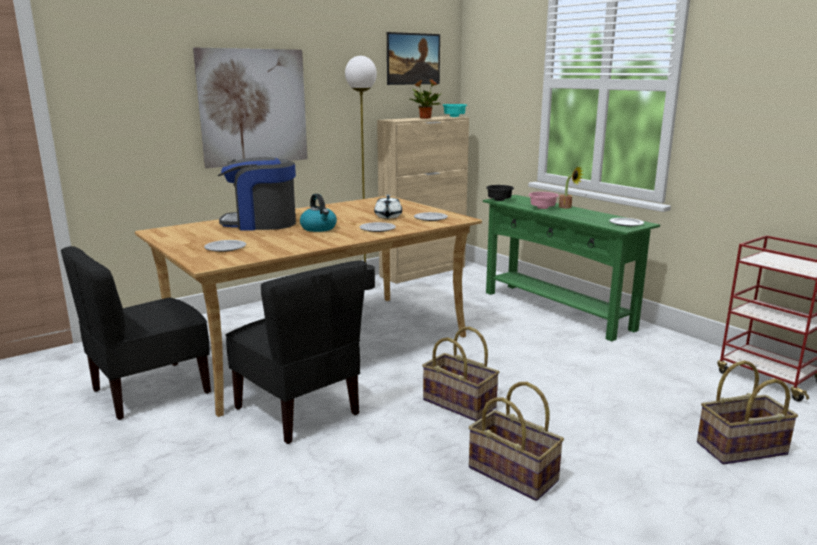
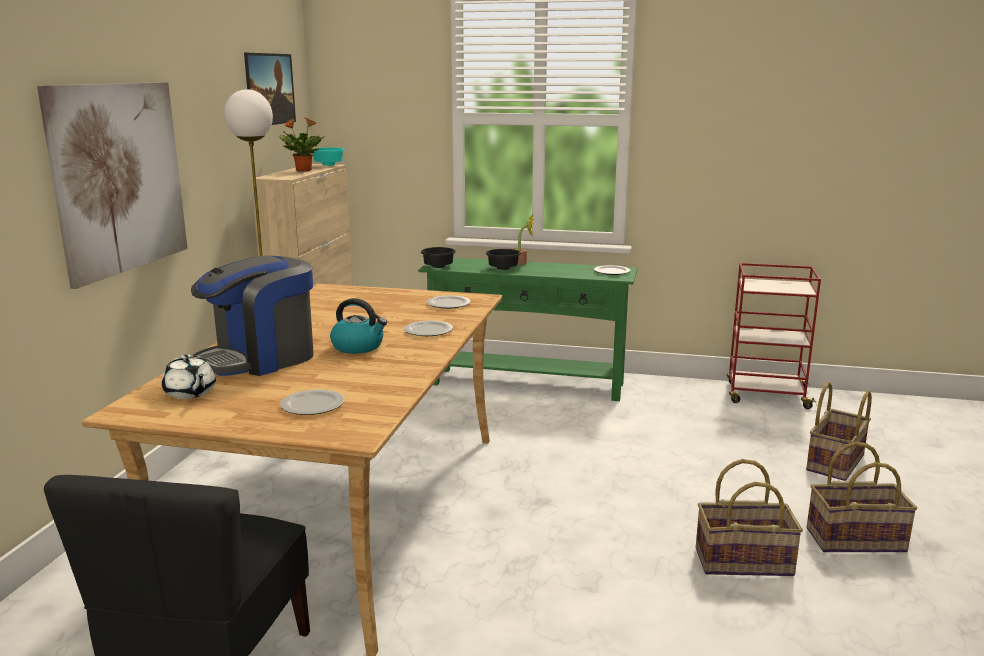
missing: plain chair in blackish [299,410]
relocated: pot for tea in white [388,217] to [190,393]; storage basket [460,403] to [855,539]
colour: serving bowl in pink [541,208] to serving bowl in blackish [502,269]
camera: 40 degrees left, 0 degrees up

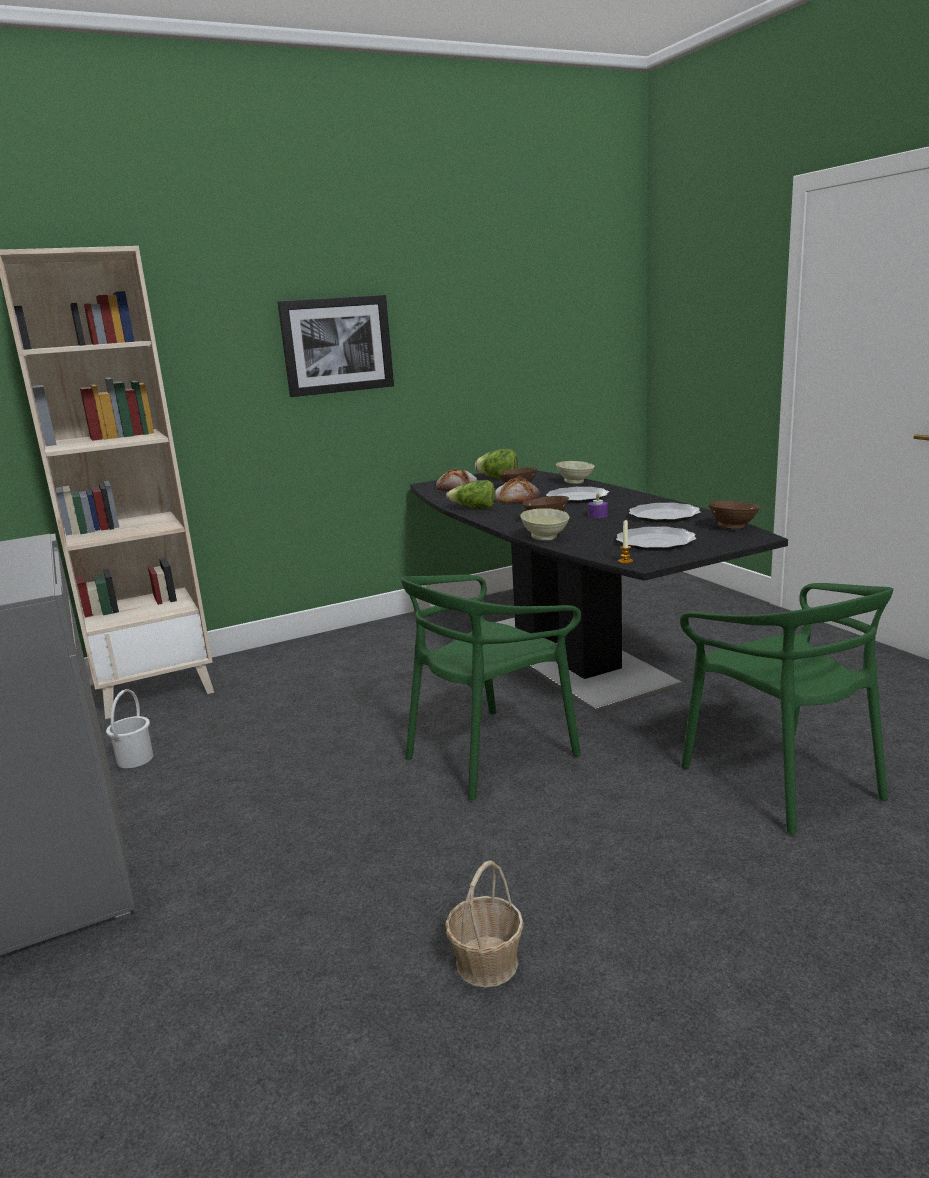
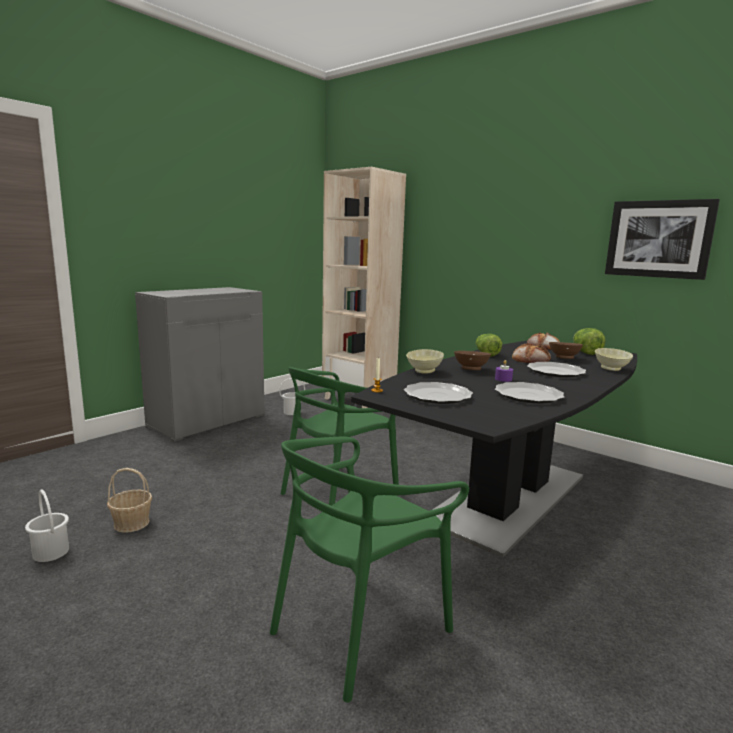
missing: serving bowl in brown-coloured [733,527]
appeared: water bucket in white [51,552]
relocated: picture [337,345] to [658,239]
spun: plain chair in green-coloured [490,753] = [338,491] 75 degrees counterclockwise
camera: 65 degrees right, 5 degrees down

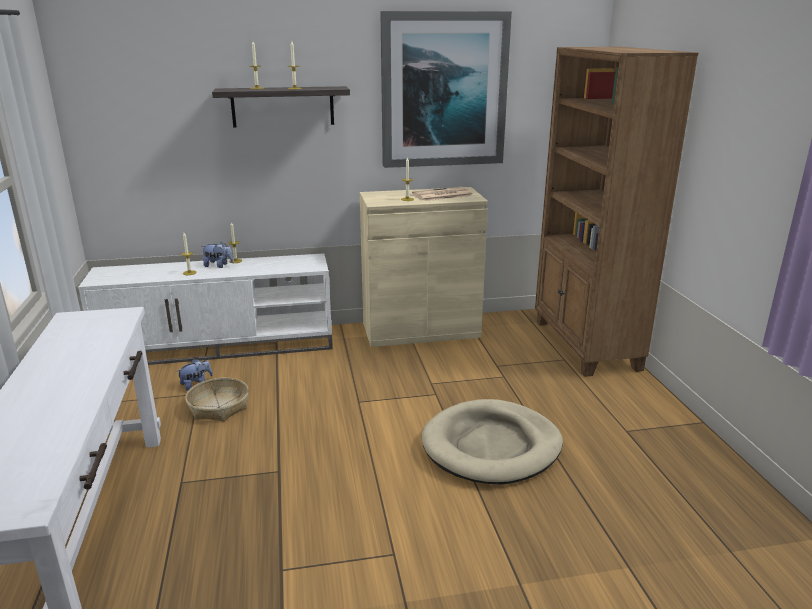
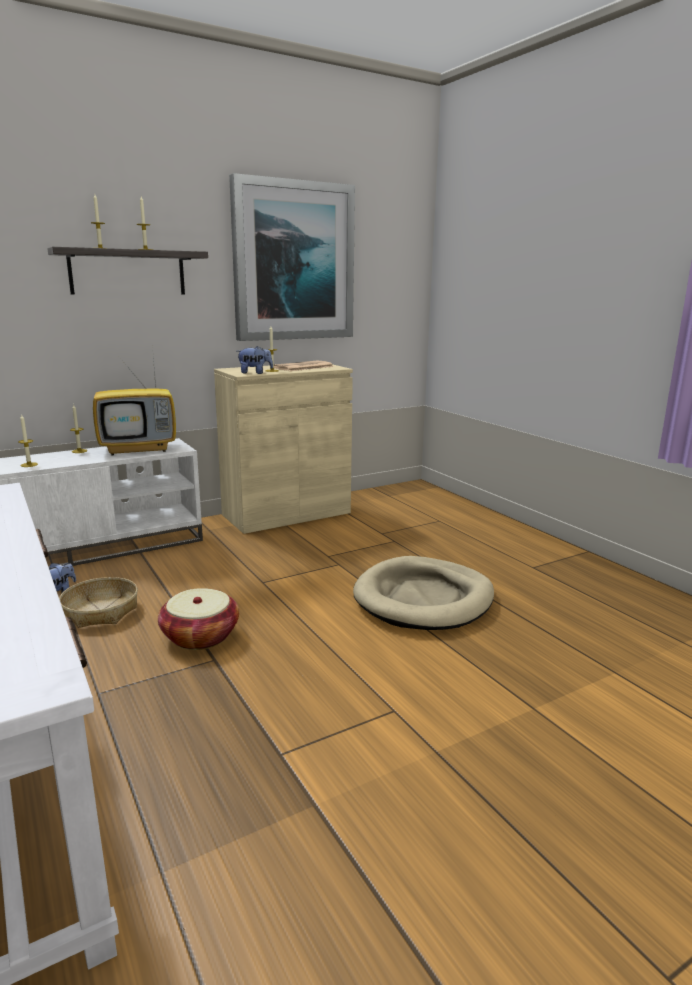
missing: shelving unit in brown-coloured [585,345]
appeared: television [140,449]; storage basket [200,636]
relocated: cuddly toy [218,266] to [255,373]
camera: 20 degrees left, 5 degrees down

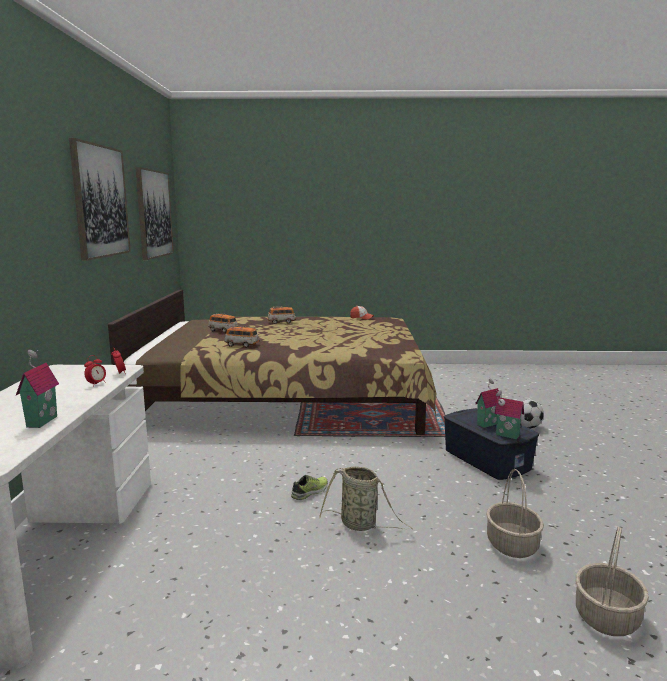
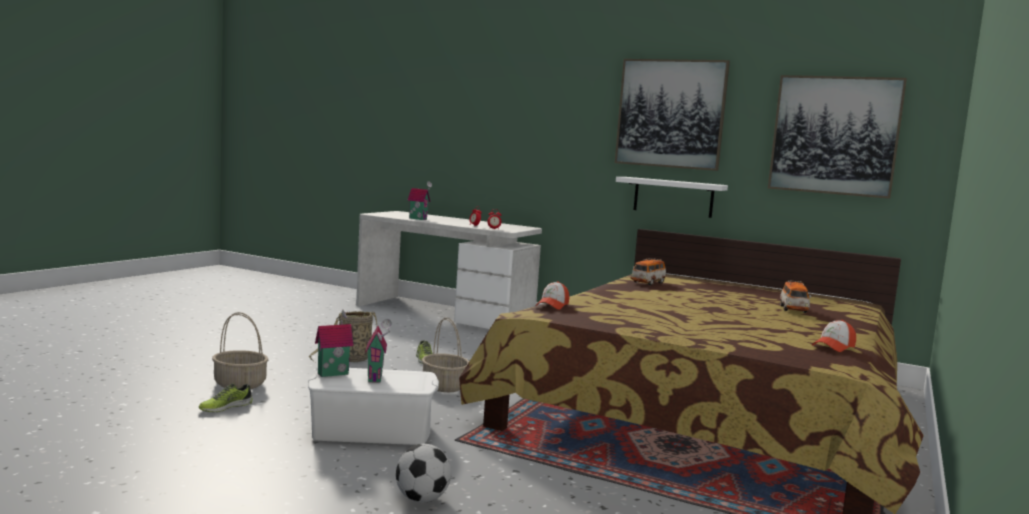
missing: miniature car [223,331]
appeared: low shoe [225,407]; peaked cap [552,305]; shelf in white [673,197]
relocated: storage basket [606,616] to [445,386]
colour: storage container in blue [487,459] to storage container in white [372,431]
camera: 115 degrees right, 5 degrees down

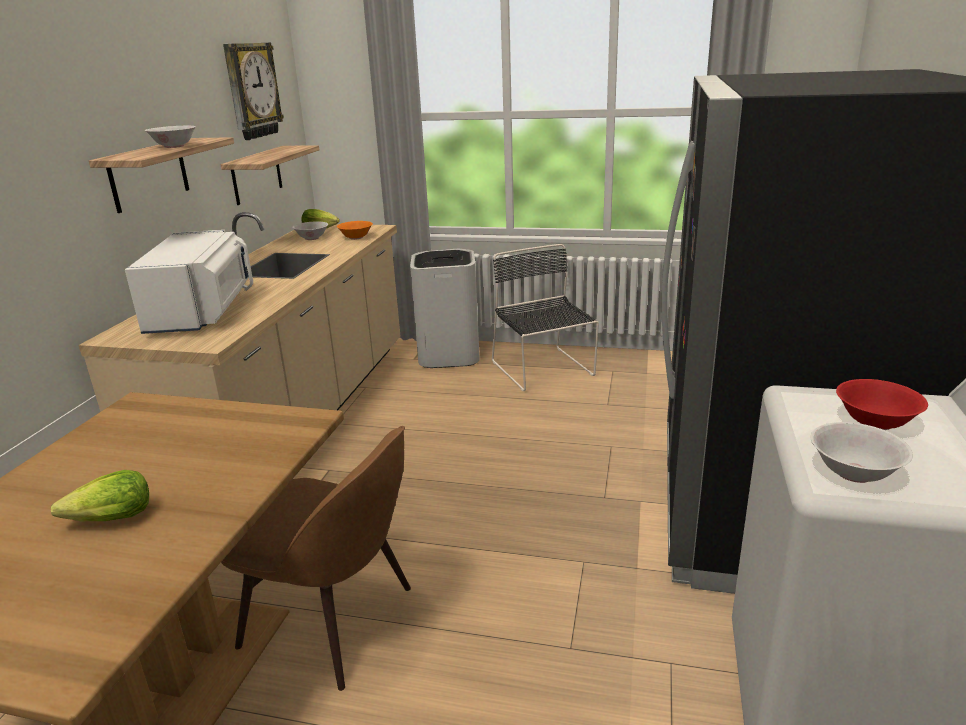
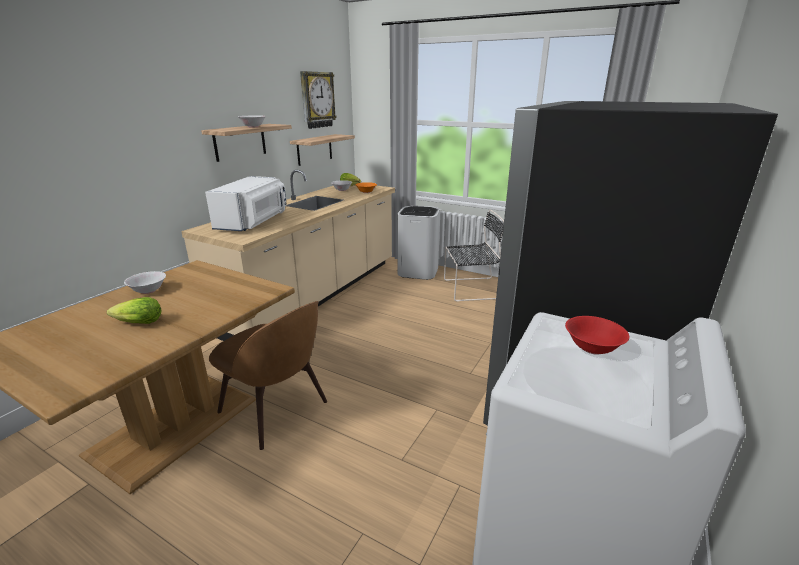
relocated: serving bowl in white [854,473] to [148,291]
spun: plain chair in blackish [543,370] = [471,289] 90 degrees clockwise
camera: 15 degrees right, 0 degrees up

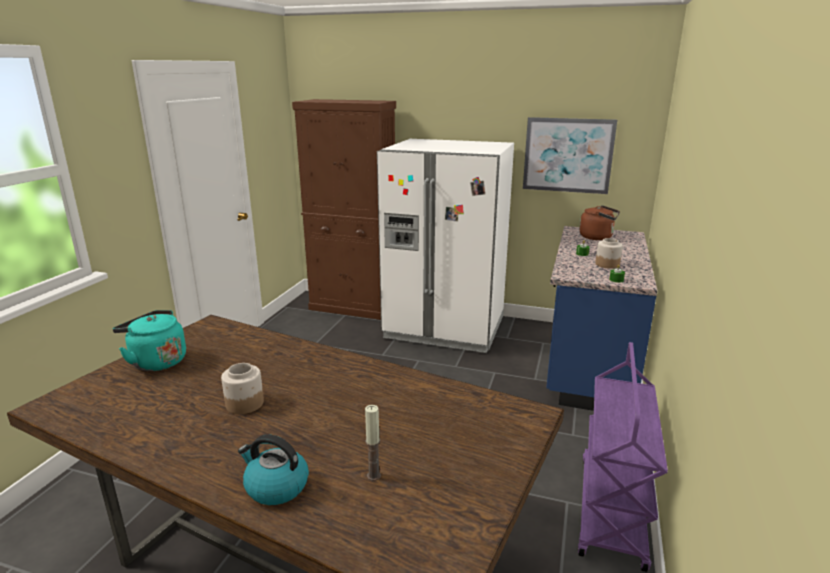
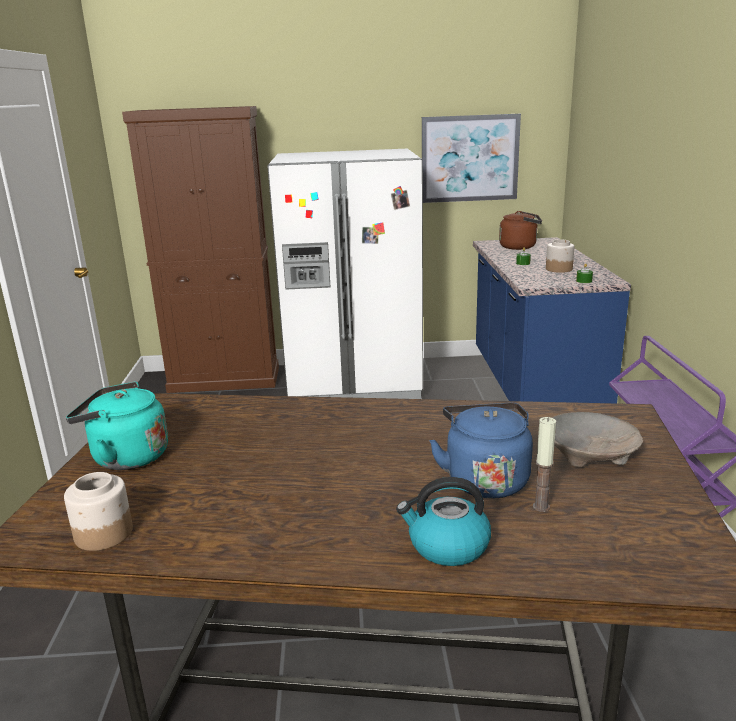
appeared: tea kettle in blue [485,479]; serving bowl in sand-coloured [589,453]
relocated: storage jar [244,404] to [103,534]
camera: 20 degrees left, 0 degrees up

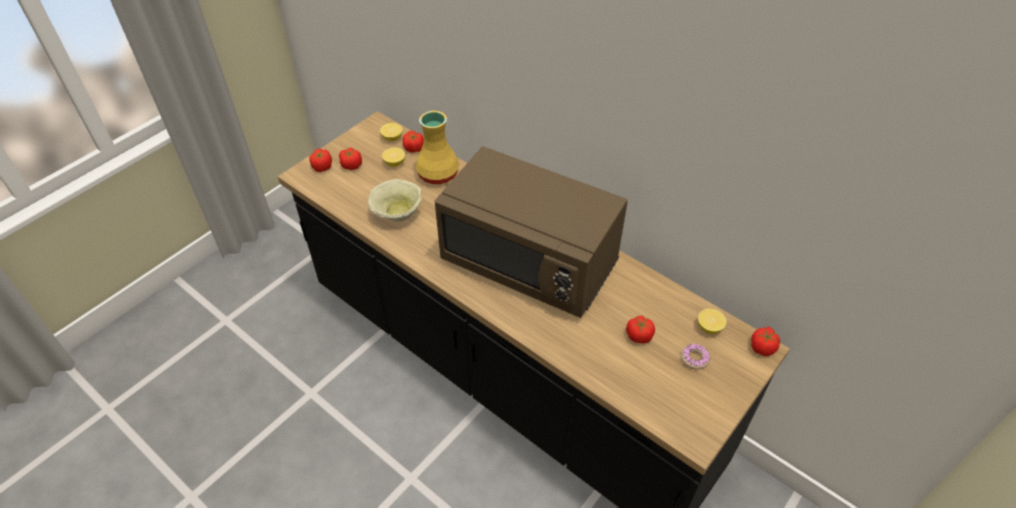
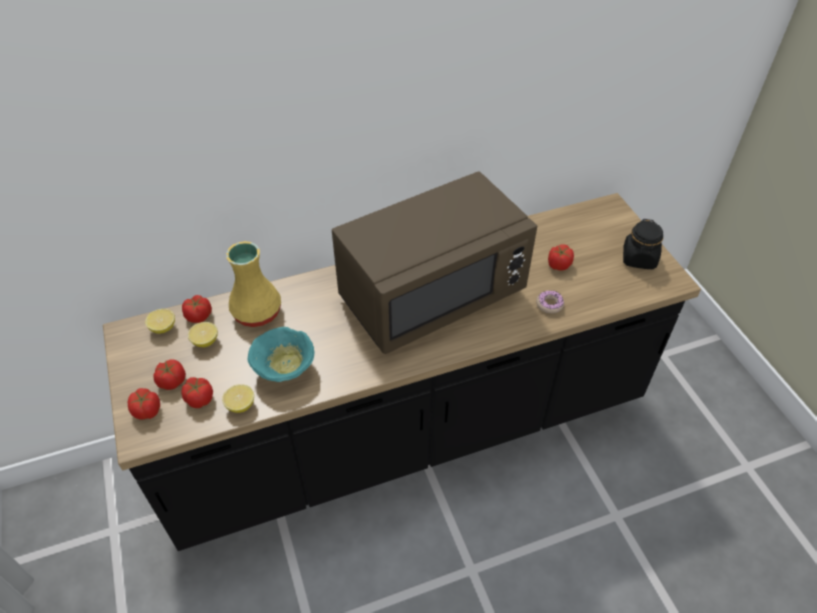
appeared: storage jar in blackish [639,258]
relocated: ring doughnut [694,359] to [549,304]; whole lemon [709,327] to [240,405]; tomato [762,347] to [199,399]
colour: serving bowl in sand-coloured [398,212] to serving bowl in turquoise [283,367]
camera: 60 degrees left, 0 degrees up

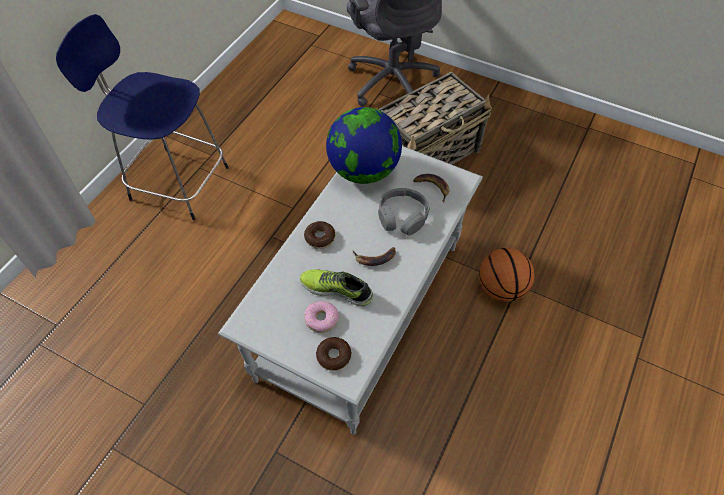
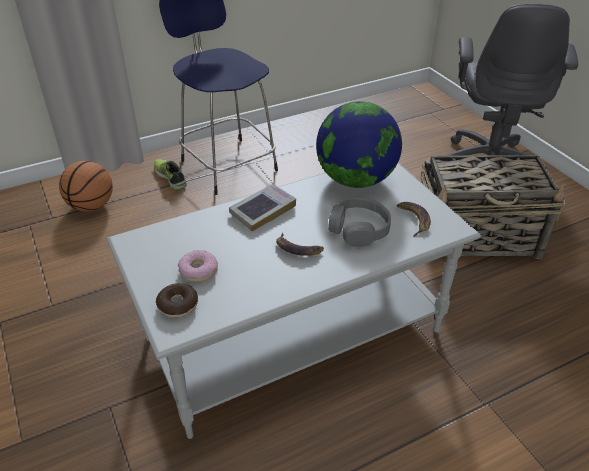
relocated: low shoe [337,289] to [171,177]; basketball [501,288] to [91,206]
exchanged: ring doughnut [320,238] to volume [262,210]
camera: 35 degrees right, 15 degrees down

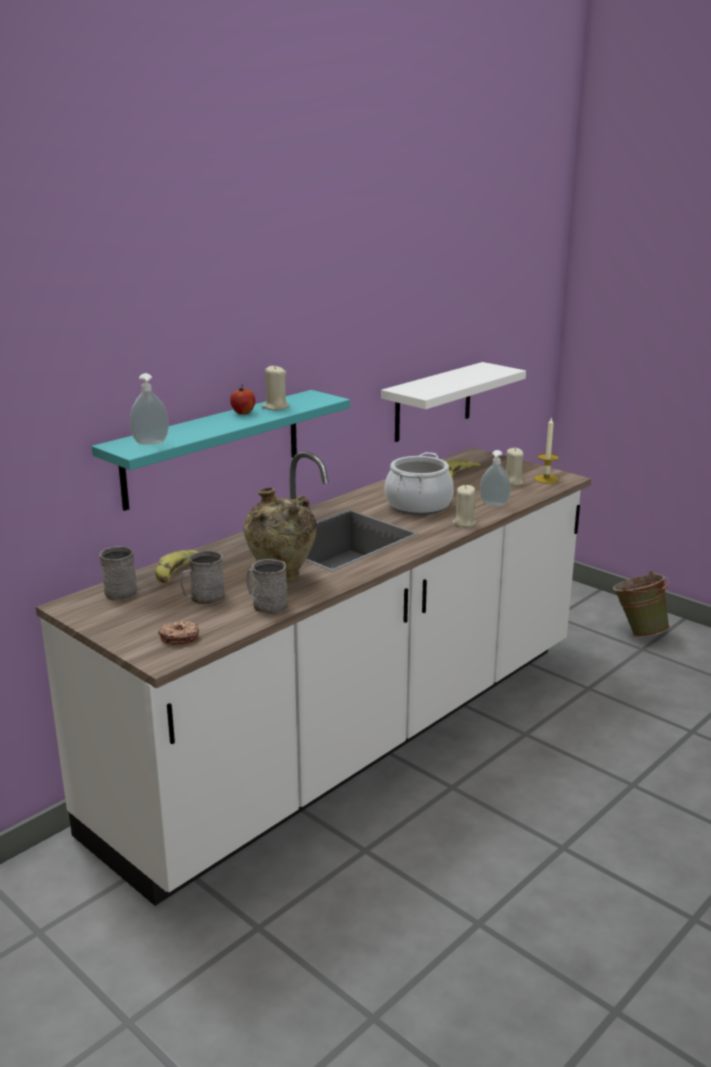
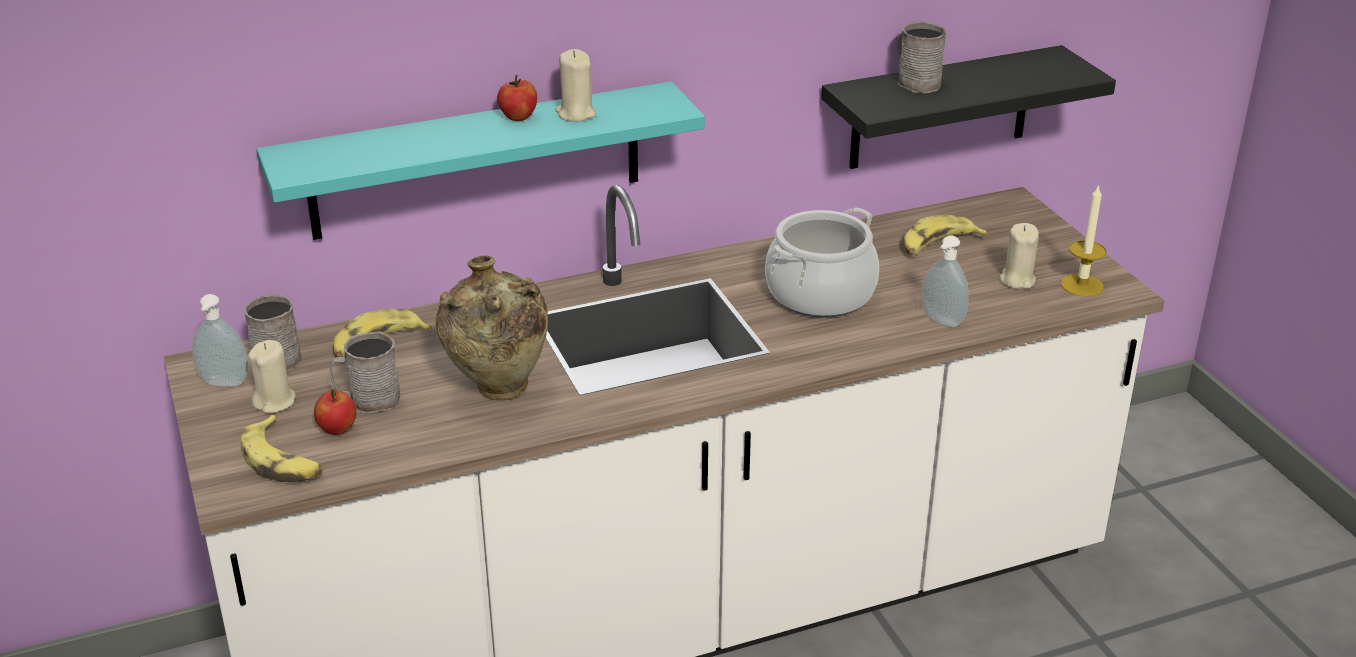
missing: water bucket in green-coloured [637,631]
appeared: apple fruit [337,429]
relocated: soap dispenser [151,443] to [224,384]; coffee mug in grey [266,605] to [915,82]; candle in sand-coloured [464,523] to [275,402]
exchanged: ring doughnut [179,637] to banana [283,461]
colour: shelf in white [433,402] to shelf in blackish [940,108]
camera: 25 degrees right, 10 degrees up

